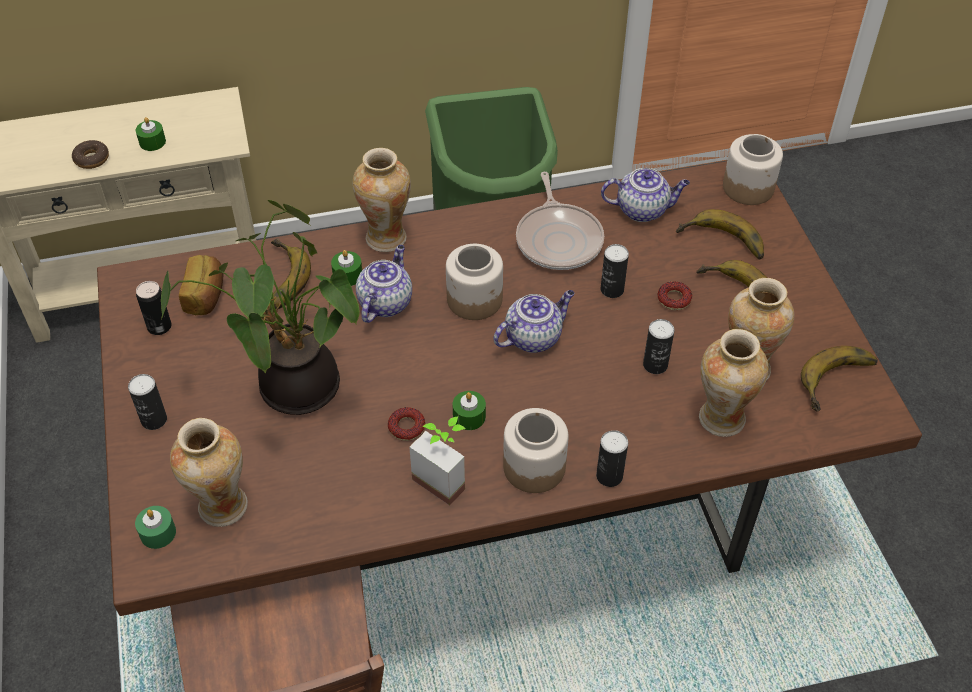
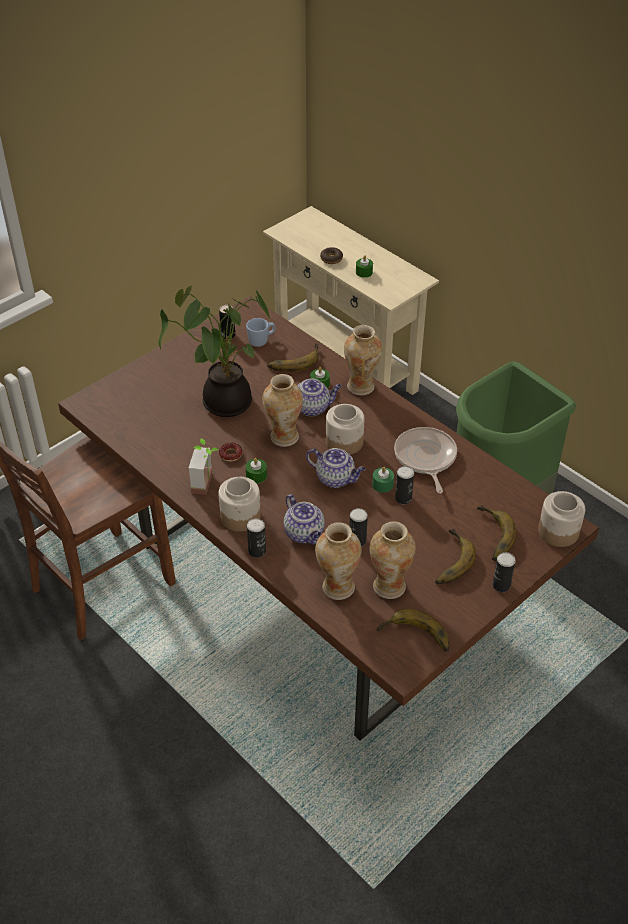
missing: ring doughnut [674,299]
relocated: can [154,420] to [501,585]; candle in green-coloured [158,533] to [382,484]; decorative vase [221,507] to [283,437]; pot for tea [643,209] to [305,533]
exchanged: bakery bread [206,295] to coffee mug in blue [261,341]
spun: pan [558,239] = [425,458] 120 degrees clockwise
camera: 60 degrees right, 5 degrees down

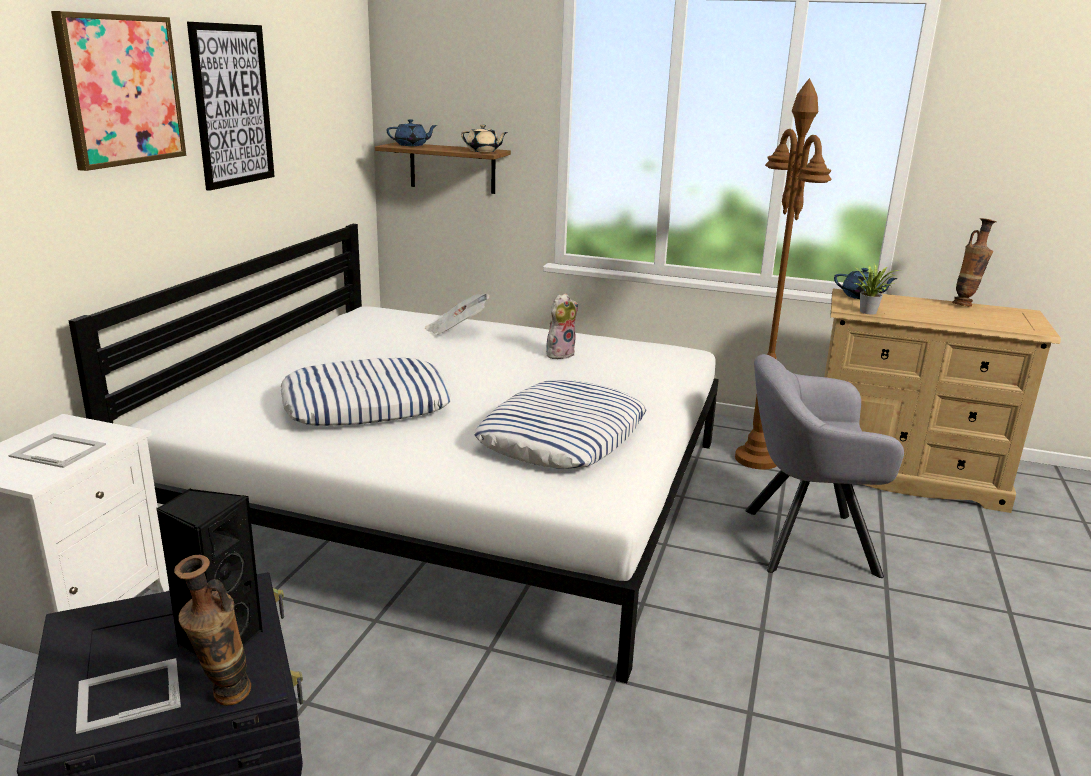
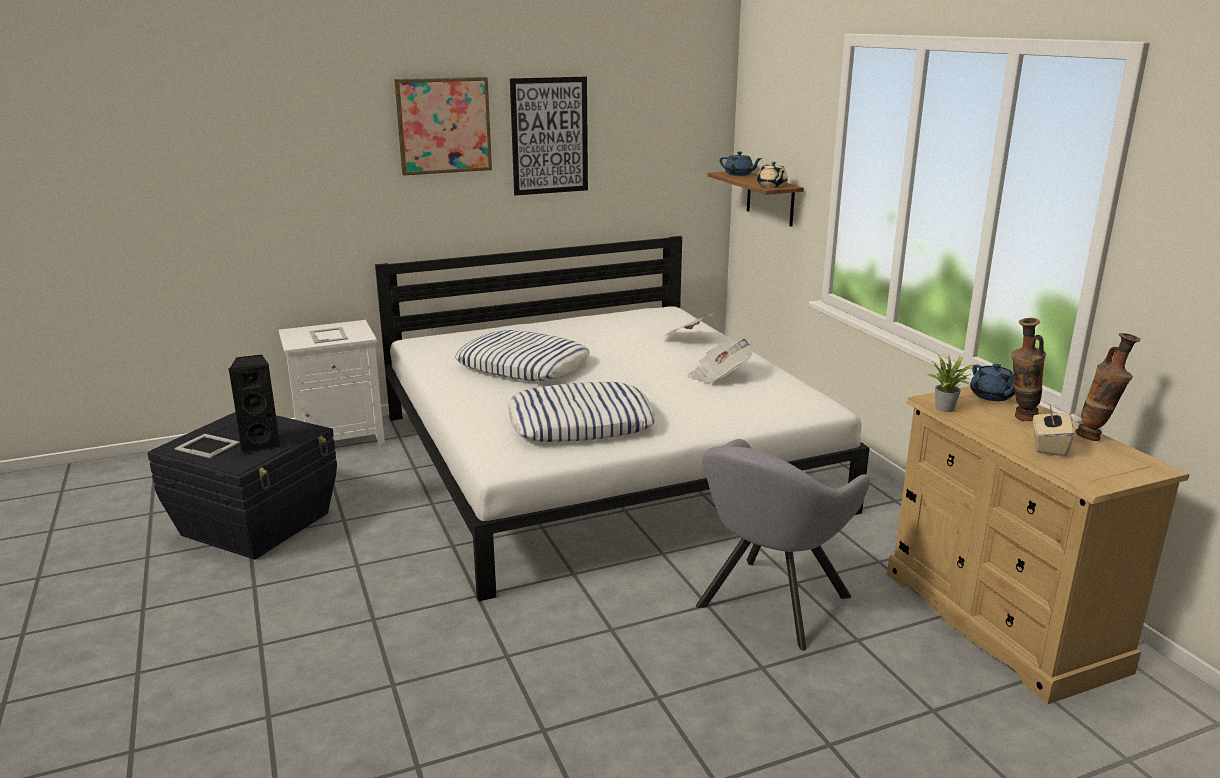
missing: standing lamp in brown-coloured [756,459]
appeared: box of tissues in sand-coloured [1048,446]
relocated: decorative vase [223,702] to [1019,418]
exchanged: cuddly toy [560,354] to daily paper [719,376]
spun: easy chair in grey [800,540] = [769,605] 105 degrees counterclockwise
camera: 50 degrees right, 0 degrees up

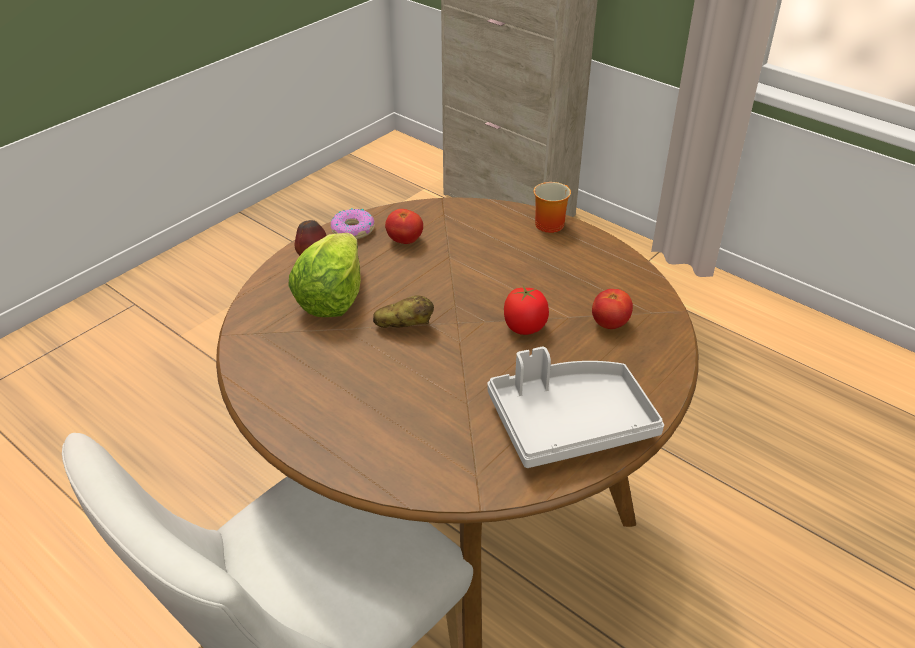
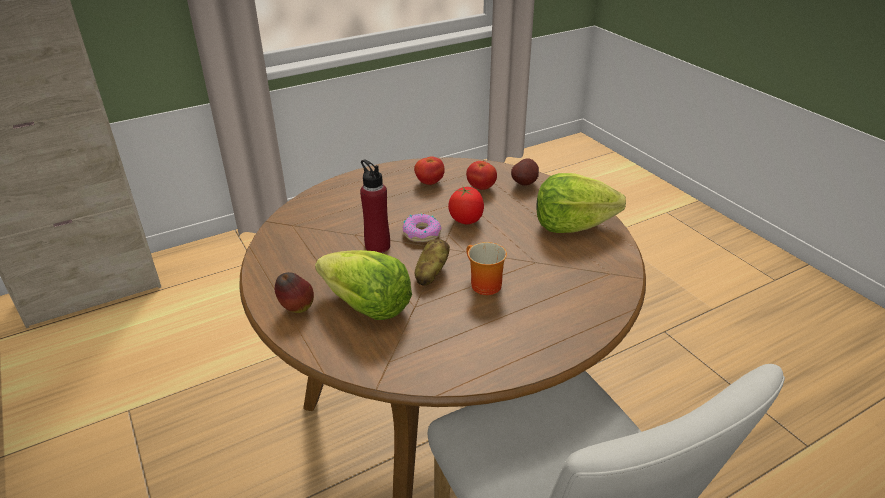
appeared: bottle in red-coloured [377,246]; potato [525,183]
relocated: ring doughnut [353,230] to [422,233]; tomato [405,240] to [429,182]; coffee mug [549,222] to [482,284]
exchanged: tray in grey [569,423] to head of lettuce [572,225]
camera: 70 degrees left, 5 degrees down

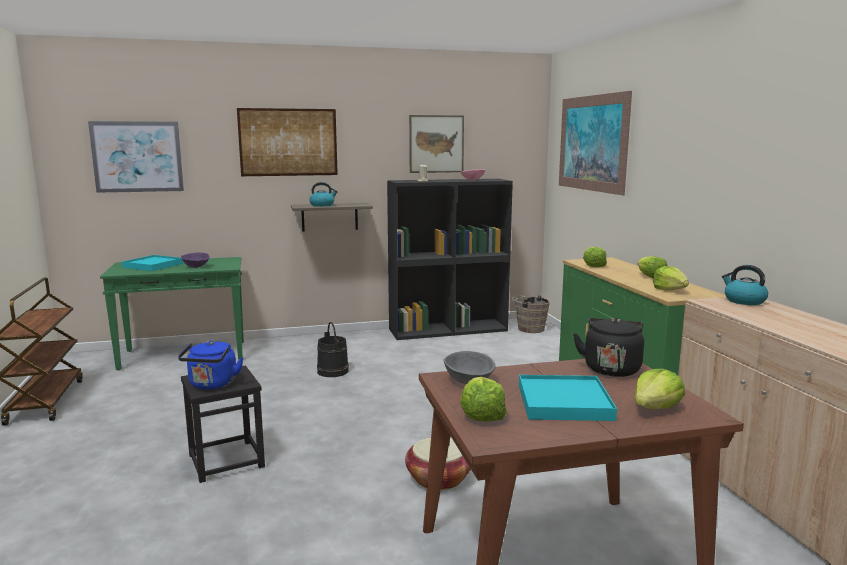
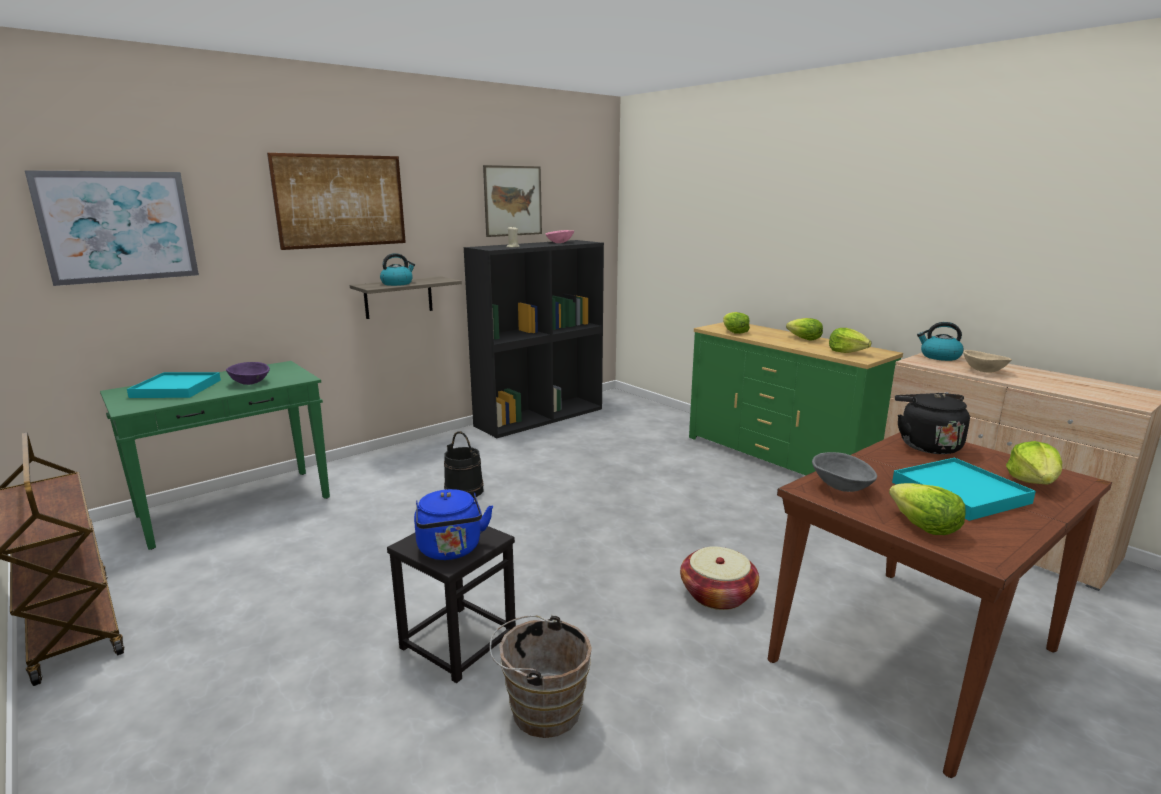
missing: picture [592,143]
appeared: serving bowl in sand-coloured [983,371]
relocated: water bucket in brown-coloured [529,328] to [540,709]
camera: 25 degrees left, 5 degrees up

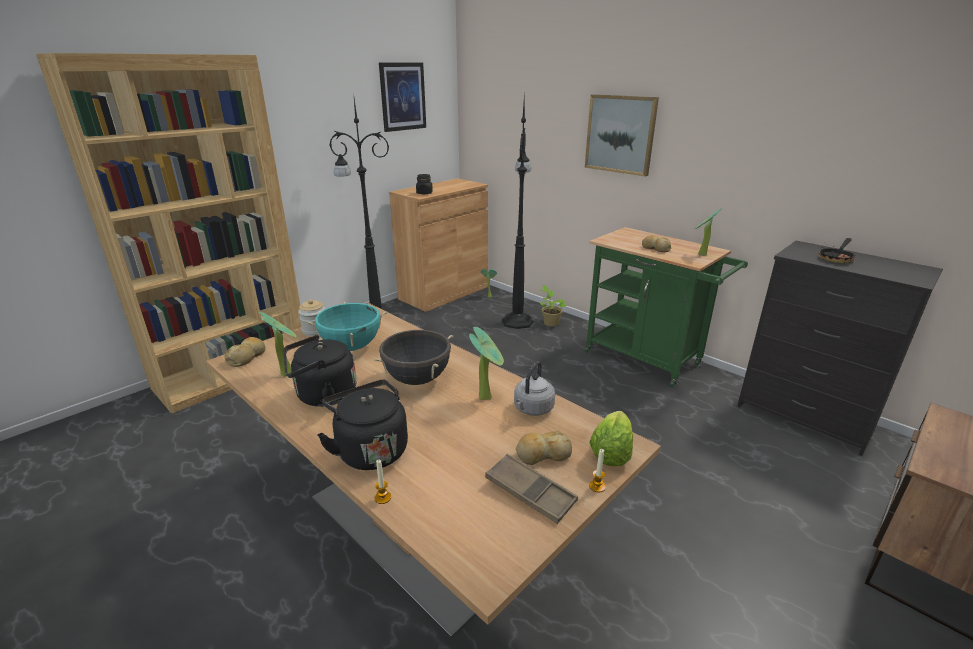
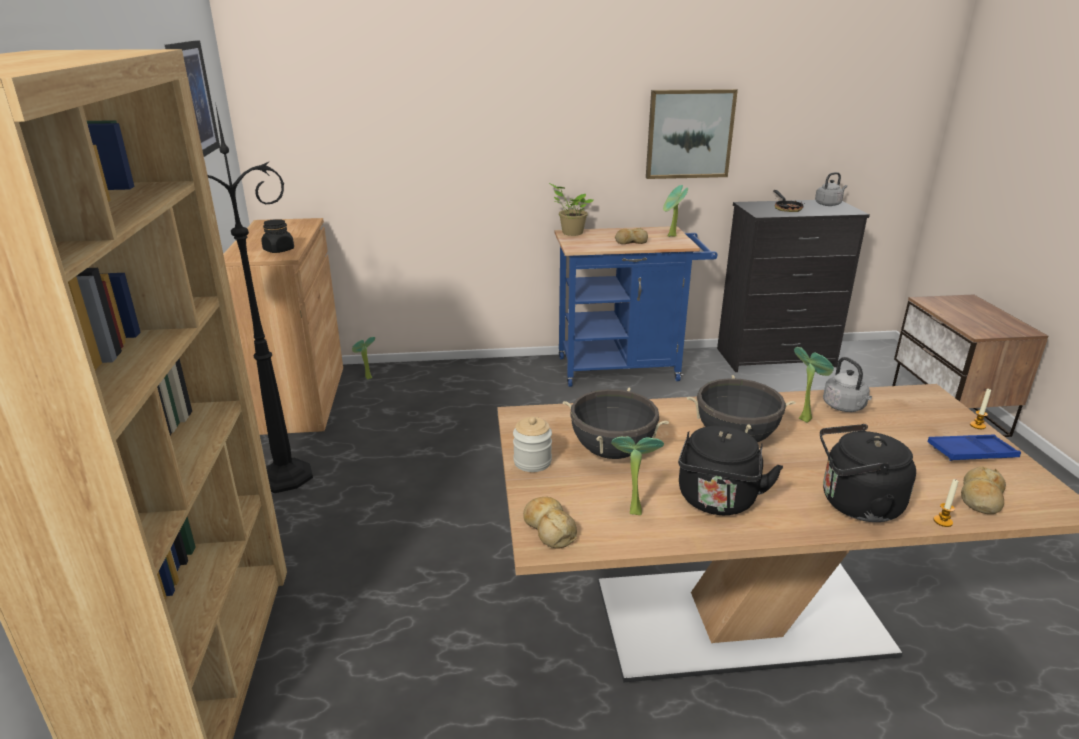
missing: standing lamp in blackish [517,321]; head of lettuce [611,453]
appeared: tea kettle in grey [829,204]
relocated: bakery bread [542,454] to [980,498]; plant in a pot [550,322] to [570,233]; picture [620,134] to [689,134]
colour: stockpot in turquoise [351,347] to stockpot in blackish [612,451]; tray in brown-coloured [530,492] to tray in blue [971,453]; wheeled cart in green-coloured [648,360] to wheeled cart in blue [626,368]
camera: 50 degrees left, 0 degrees up

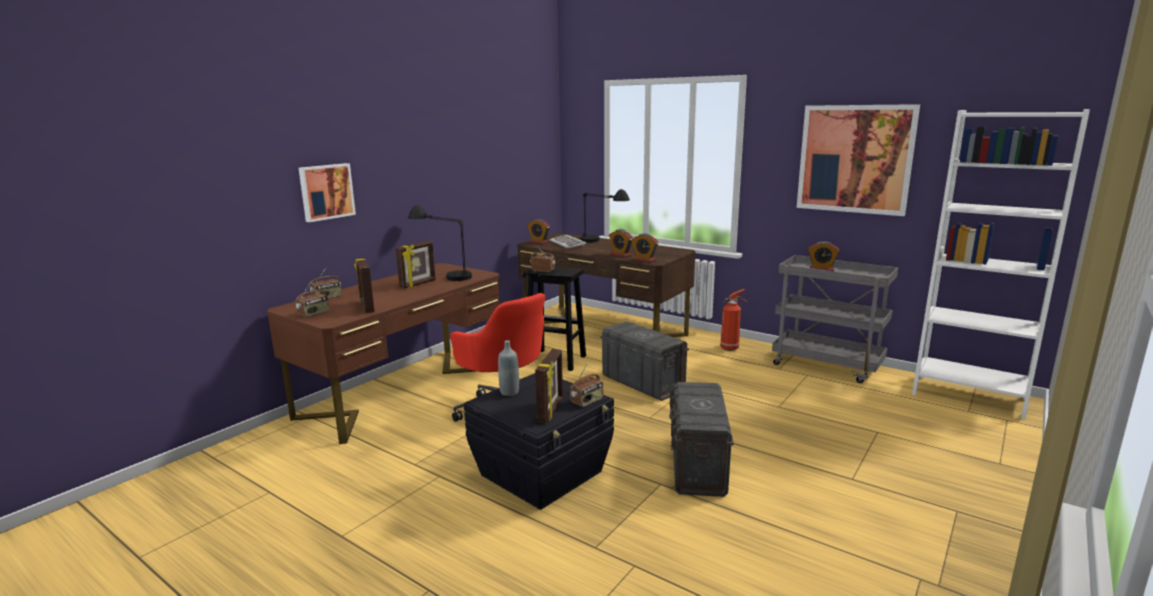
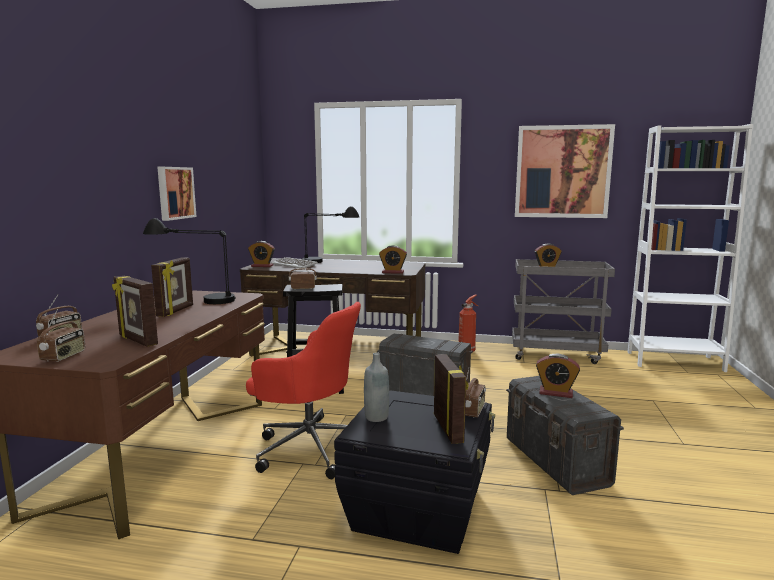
relocated: picture [326,191] to [175,193]; bedside clock [620,255] to [556,393]
camera: 25 degrees left, 5 degrees down

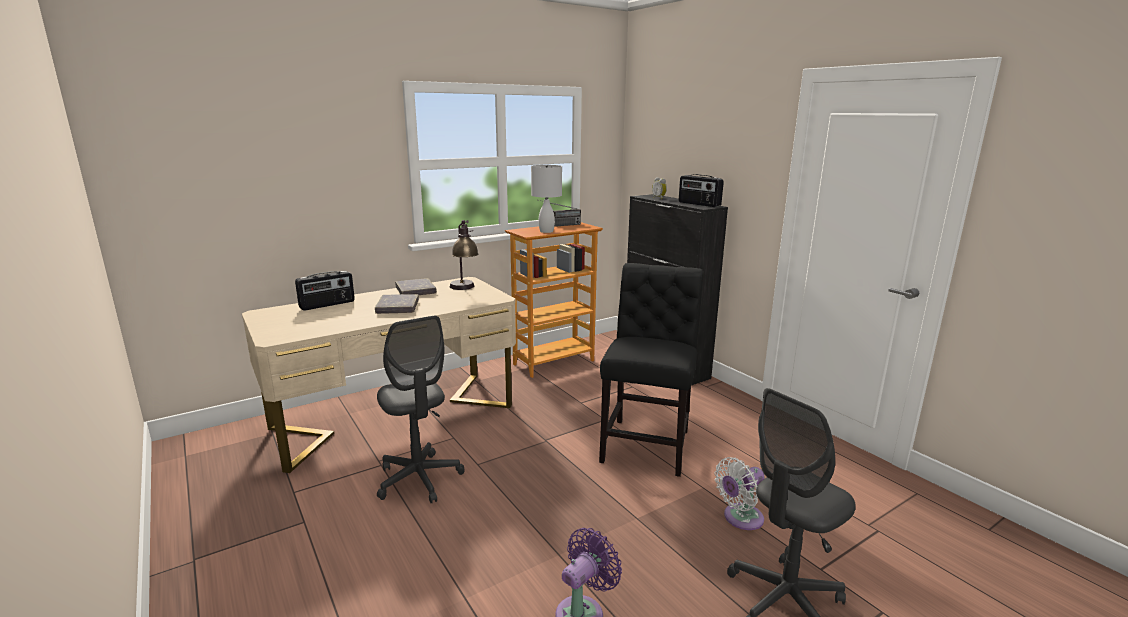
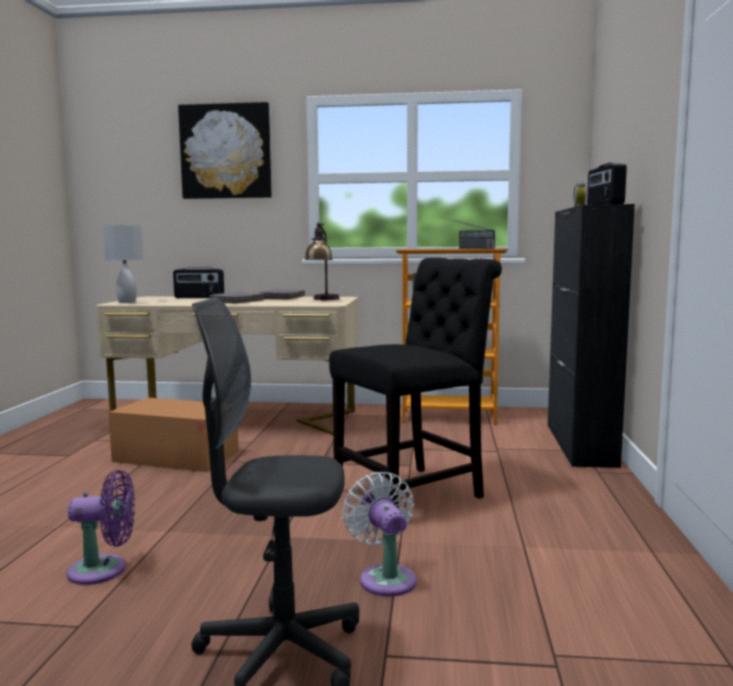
appeared: picture [226,151]
relocated: tabletop lamp in white [546,231] to [127,302]
exchanged: computer chair in grey [419,479] to cardboard box [176,456]
spun: electric fan in white [740,518] = [385,578] 60 degrees clockwise
camera: 40 degrees right, 10 degrees down

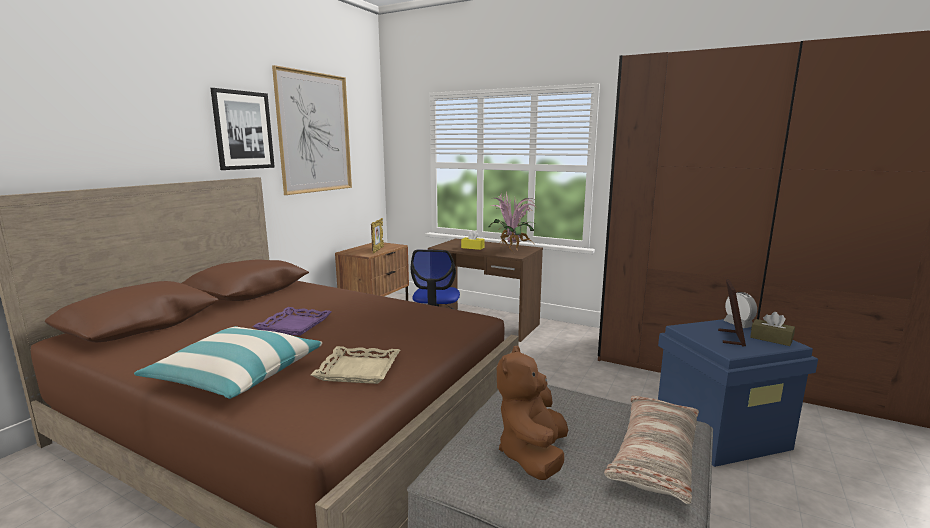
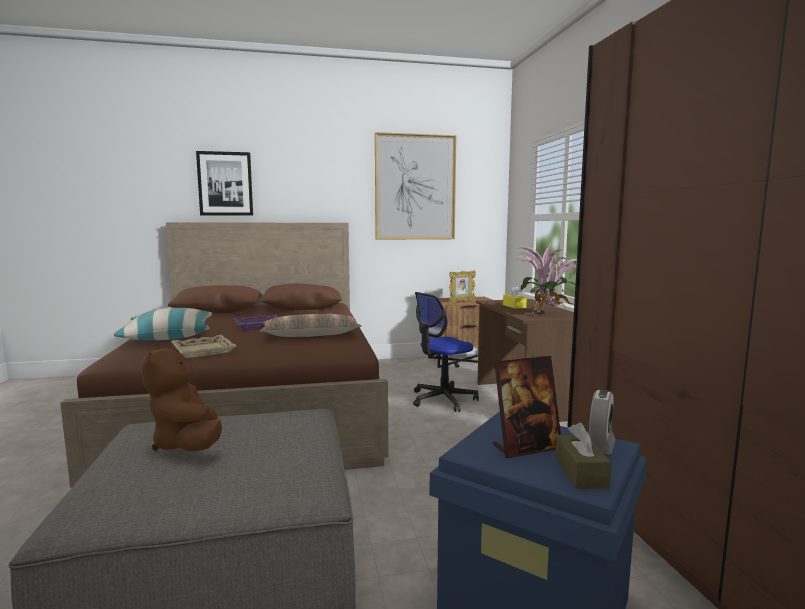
relocated: picture [243,130] to [225,184]; throw pillow [654,456] to [311,335]
spun: cuddly toy in brown-coloured [533,455] = [188,444] 90 degrees counterclockwise
camera: 50 degrees right, 5 degrees down

